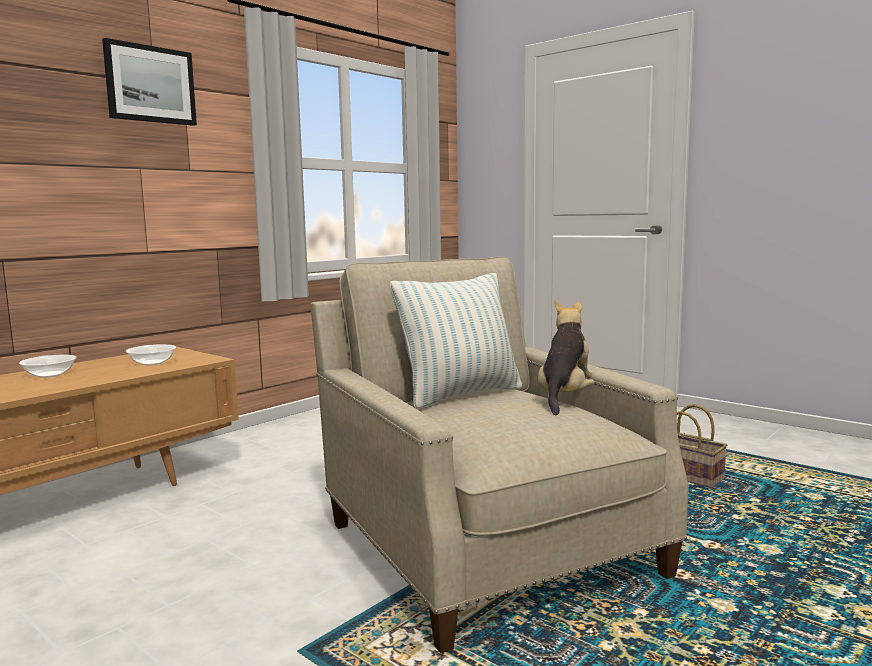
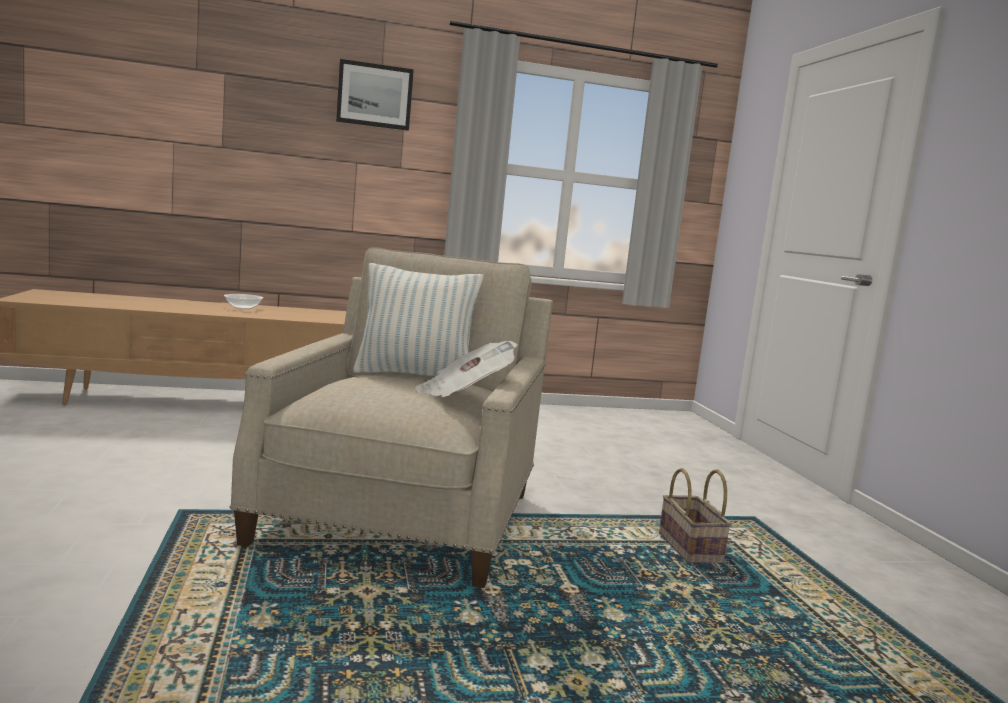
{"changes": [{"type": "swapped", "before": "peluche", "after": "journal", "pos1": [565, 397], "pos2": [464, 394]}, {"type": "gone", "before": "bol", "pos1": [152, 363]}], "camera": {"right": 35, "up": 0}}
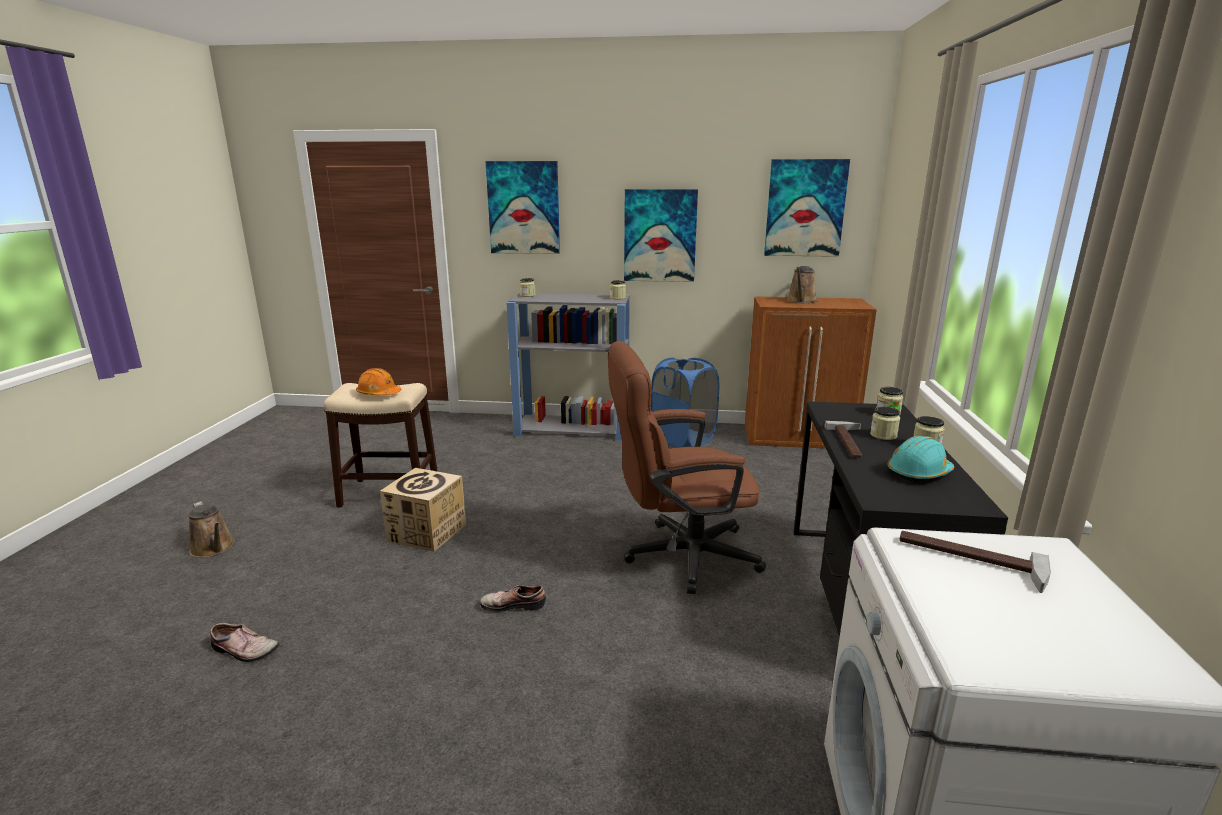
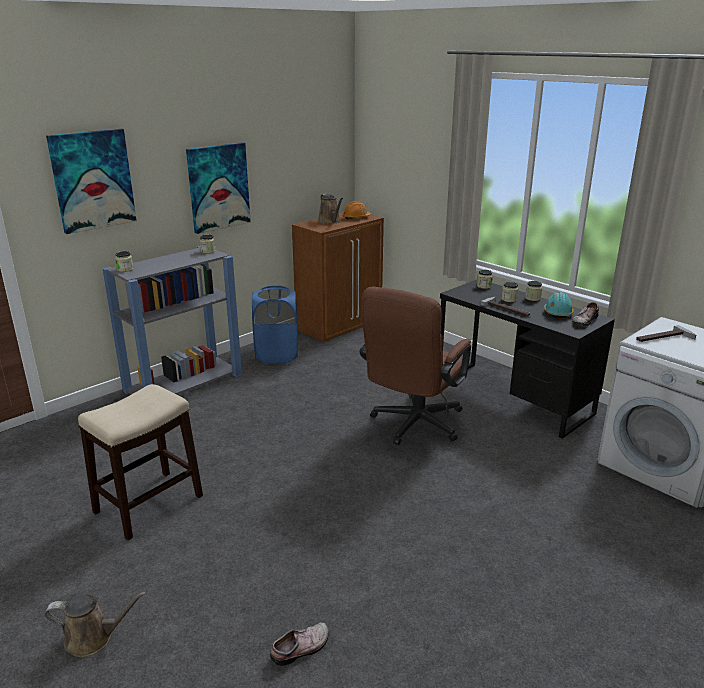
{"changes": [{"type": "gone", "before": "tableau", "pos1": [805, 208]}, {"type": "shifted", "before": "casque de chantier [orange]", "pos1": [379, 394], "pos2": [356, 217]}, {"type": "gone", "before": "carton", "pos1": [427, 532]}, {"type": "shifted", "before": "chaussure", "pos1": [513, 604], "pos2": [584, 320]}], "camera": {"right": -50, "up": 5}}
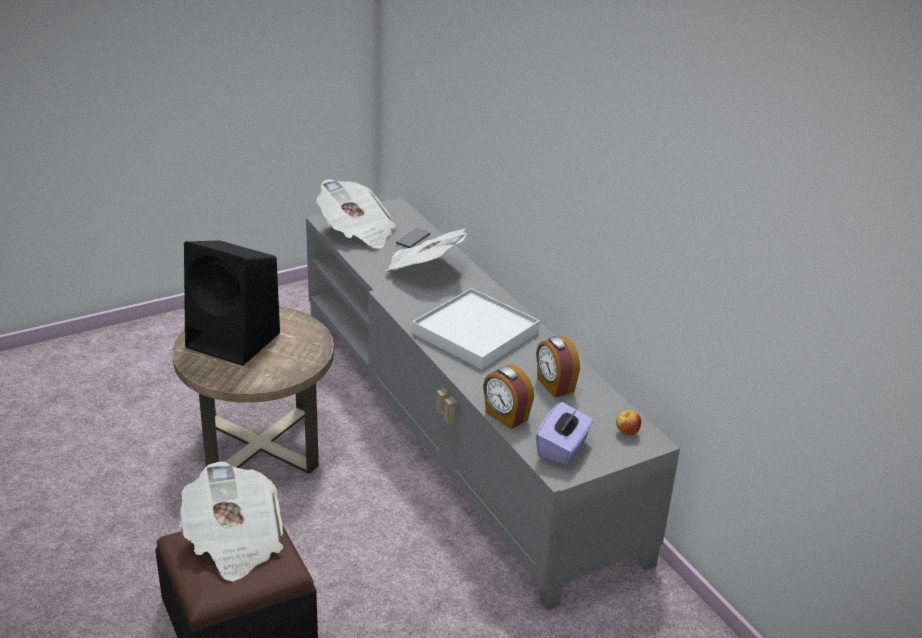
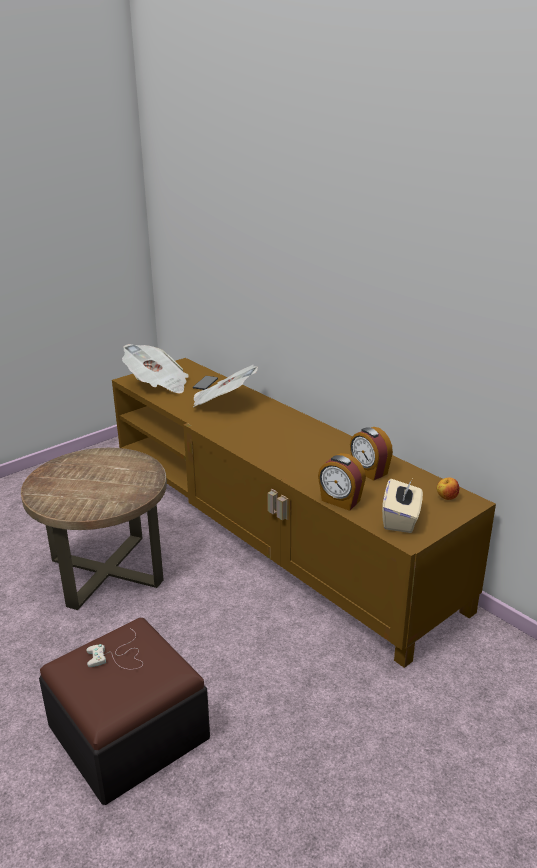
{"changes": [{"type": "repainted", "before": "meuble télé [gris]", "after": "meuble télé [marron]", "pos1": [461, 429], "pos2": [274, 531]}, {"type": "gone", "before": "enceinte [noir]", "pos1": [236, 340]}, {"type": "gone", "before": "plateau [blanc]", "pos1": [475, 333]}, {"type": "repainted", "before": "boîte à mouchoirs [violet]", "after": "boîte à mouchoirs [beige]", "pos1": [563, 449], "pos2": [401, 519]}, {"type": "swapped", "before": "journal", "after": "manette [blanc]", "pos1": [234, 542], "pos2": [118, 657]}], "camera": {"right": -10, "up": -5}}
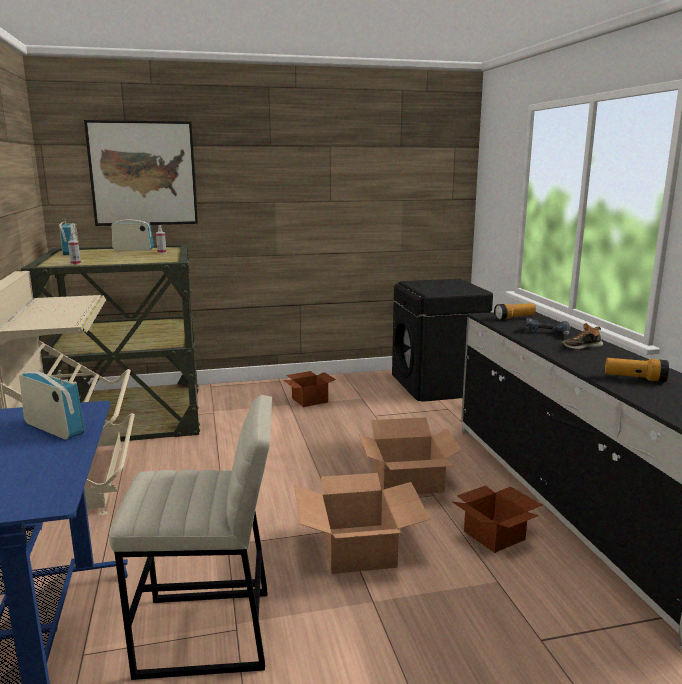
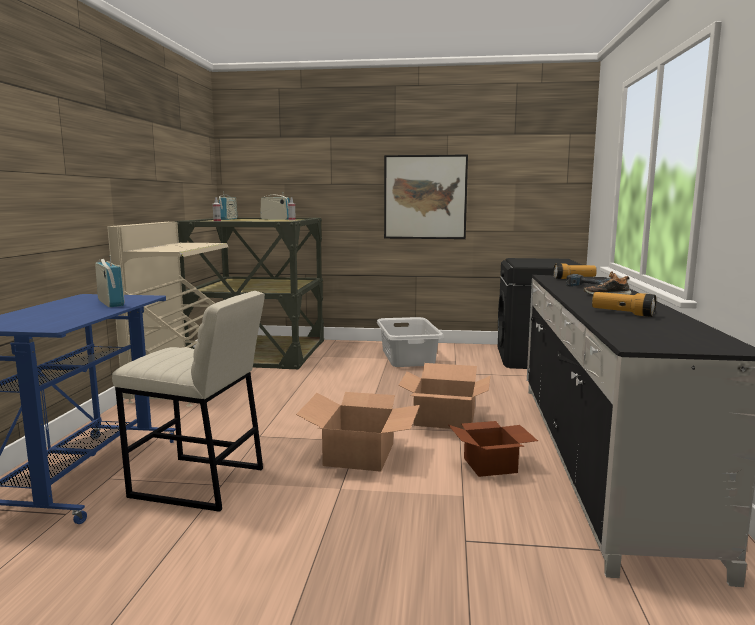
{"changes": [{"type": "shifted", "before": "tableau", "pos1": [143, 173], "pos2": [425, 197]}, {"type": "swapped", "before": "carton", "after": "panier à linge [gris]", "pos1": [310, 400], "pos2": [408, 357]}], "camera": {"right": 20, "up": -5}}
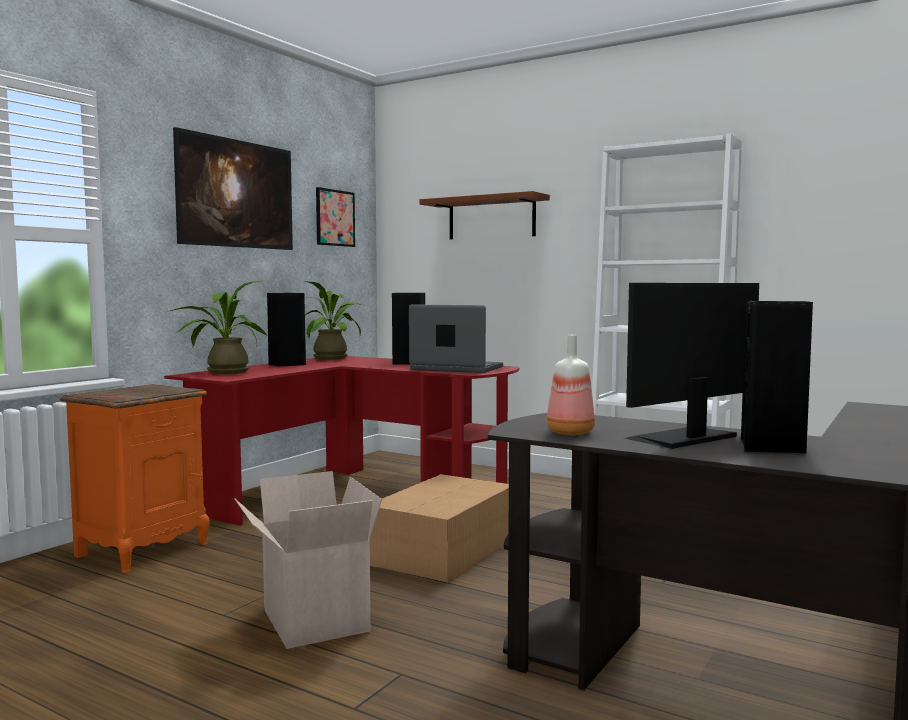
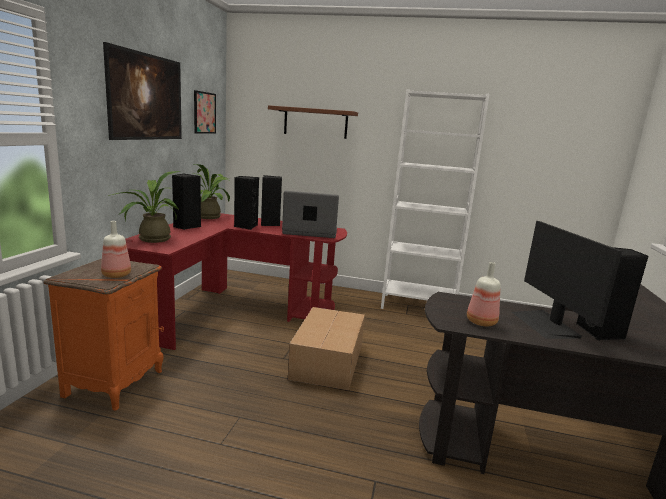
{"changes": [{"type": "rotated", "before": "écran d'ordinateur", "pos1": [682, 438], "pos2": [546, 324], "turn": -45}, {"type": "gone", "before": "carton", "pos1": [311, 620]}, {"type": "new", "after": "enceinte [noir]", "pos2": [245, 226]}, {"type": "new", "after": "bouteille", "pos2": [117, 275]}], "camera": {"right": -20, "up": 10}}
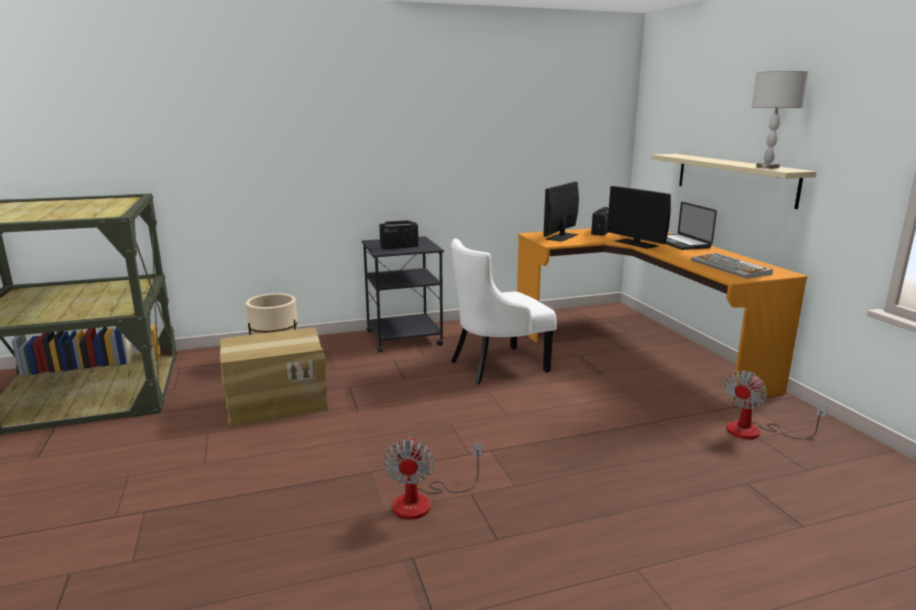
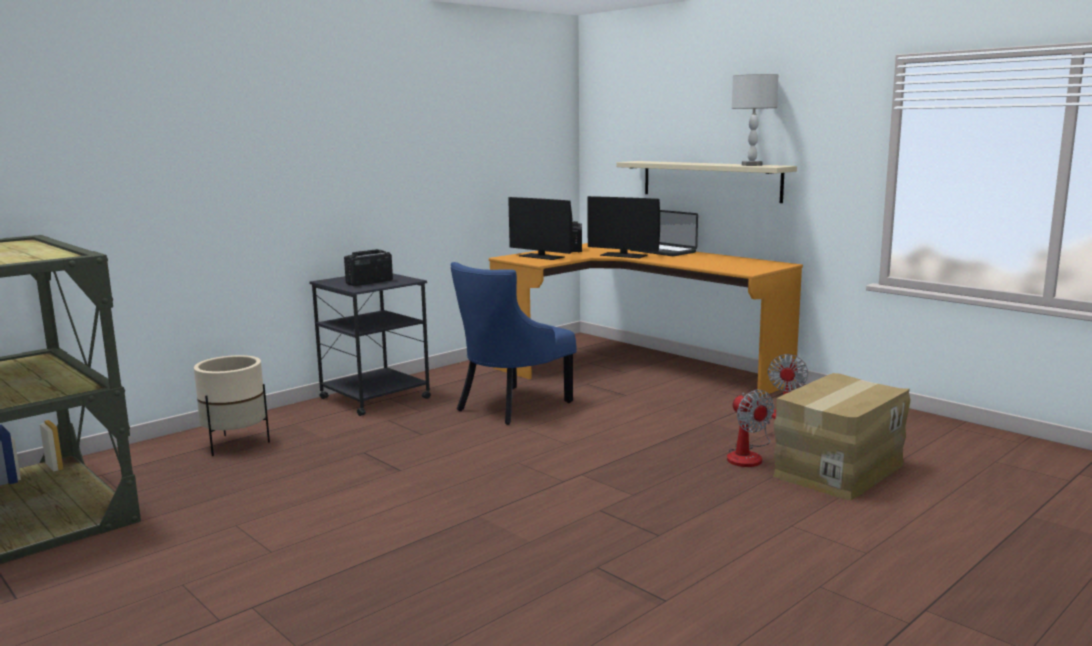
{"changes": [{"type": "rotated", "before": "écran d'ordinateur", "pos1": [562, 237], "pos2": [541, 256], "turn": -60}, {"type": "repainted", "before": "chaise [blanc]", "after": "chaise [bleu]", "pos1": [499, 365], "pos2": [513, 405]}, {"type": "gone", "before": "clavier", "pos1": [730, 267]}, {"type": "shifted", "before": "carton", "pos1": [277, 402], "pos2": [837, 470]}, {"type": "shifted", "before": "ventilateur", "pos1": [424, 501], "pos2": [747, 455]}], "camera": {"right": -25, "up": -5}}
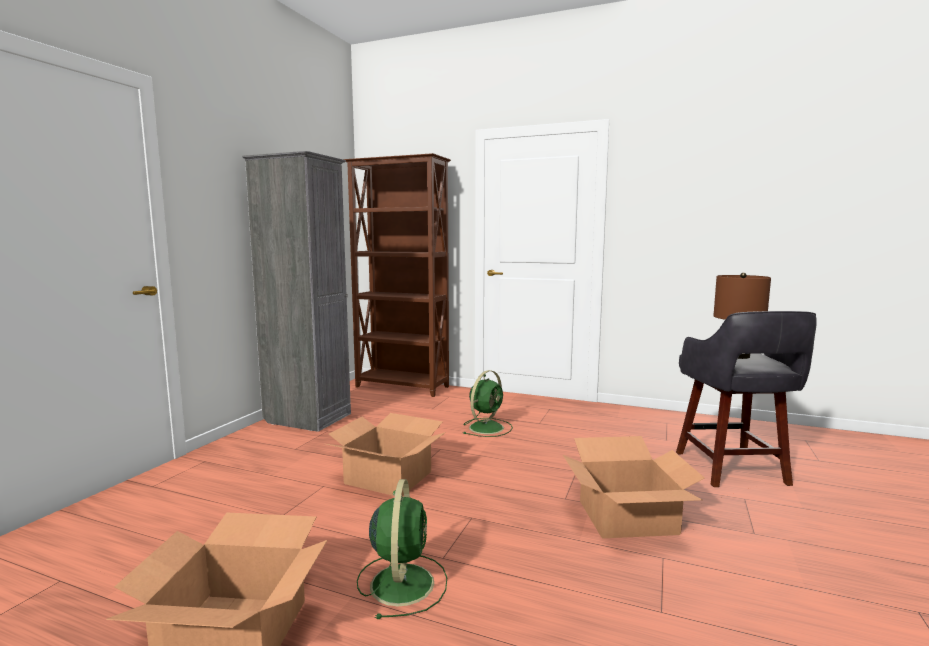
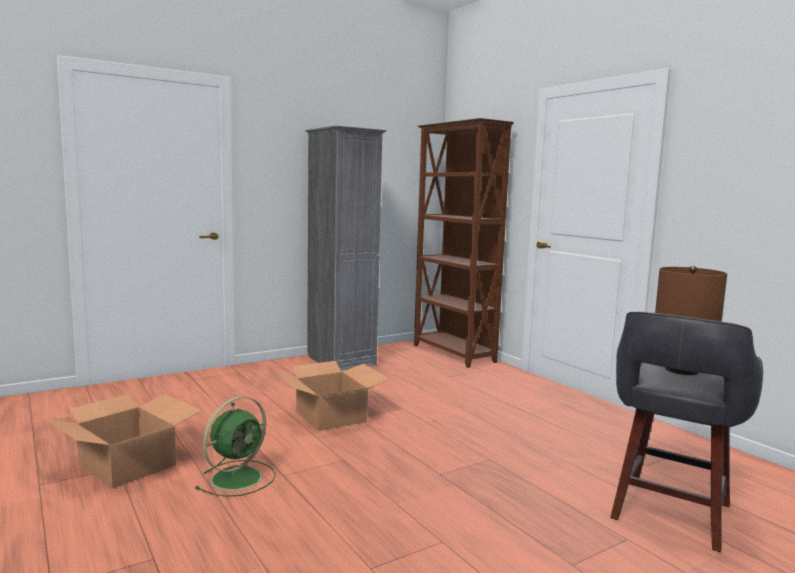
{"changes": [{"type": "gone", "before": "ventilateur [vert]", "pos1": [487, 427]}, {"type": "gone", "before": "carton", "pos1": [628, 518]}], "camera": {"right": 35, "up": 0}}
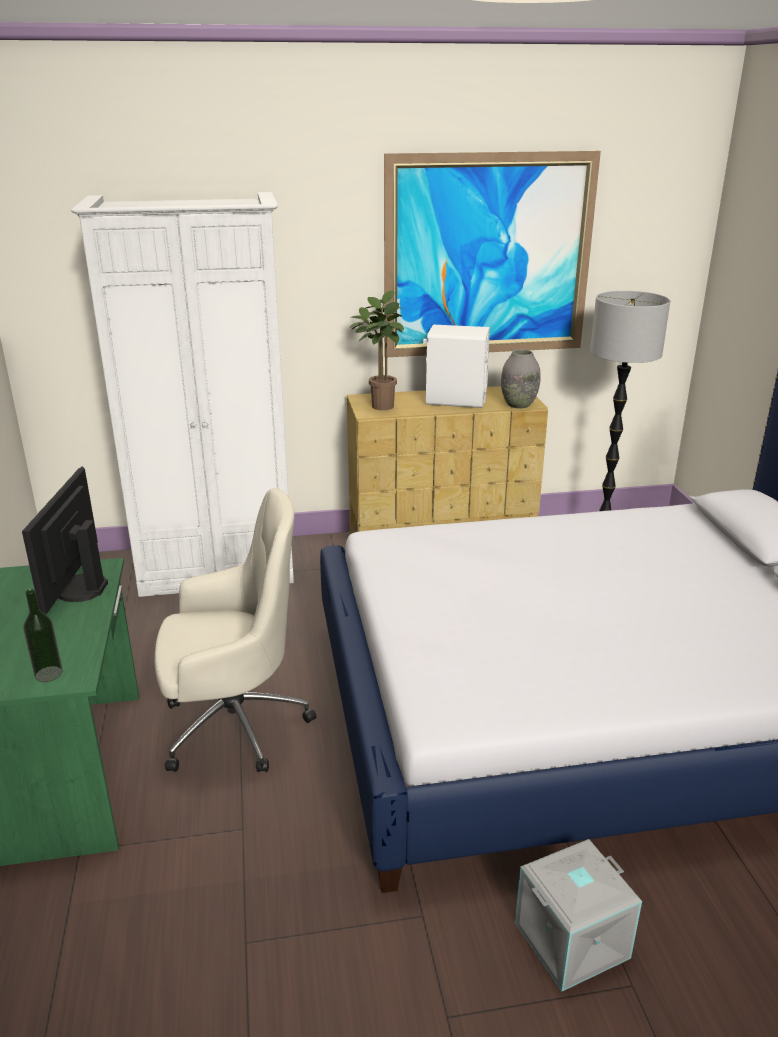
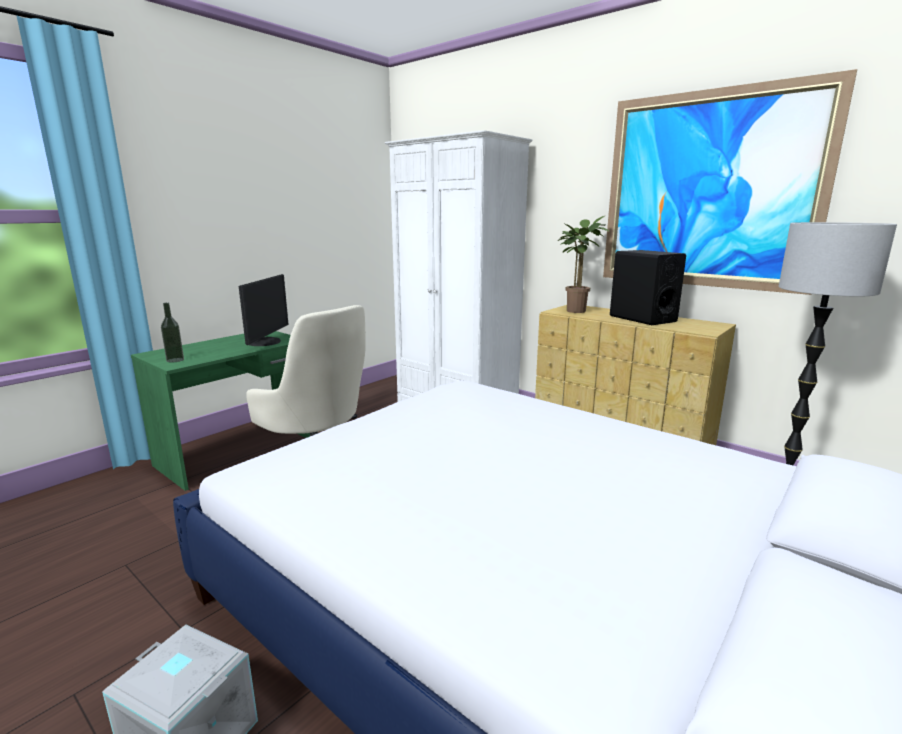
{"changes": [{"type": "repainted", "before": "enceinte [blanc]", "after": "enceinte [noir]", "pos1": [455, 400], "pos2": [642, 318]}, {"type": "gone", "before": "vase [gris]", "pos1": [518, 405]}, {"type": "rotated", "before": "écran d'ordinateur", "pos1": [79, 588], "pos2": [266, 342], "turn": 135}], "camera": {"right": 50, "up": -10}}
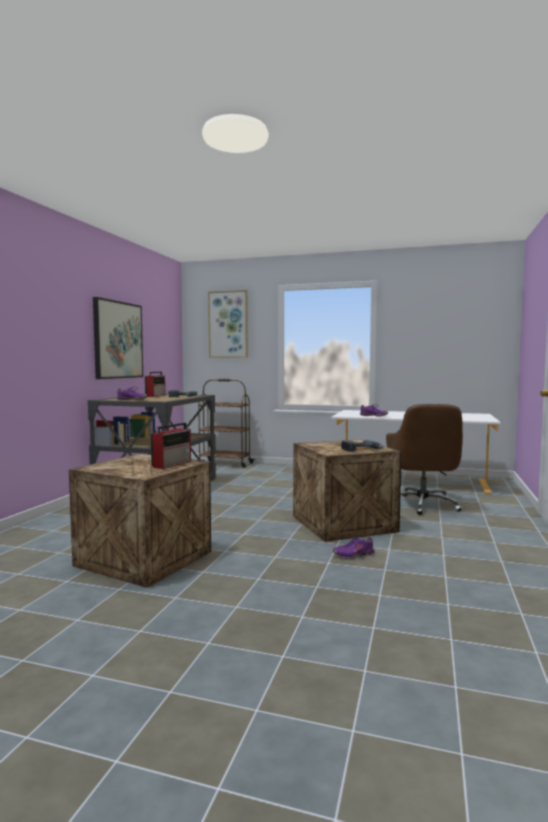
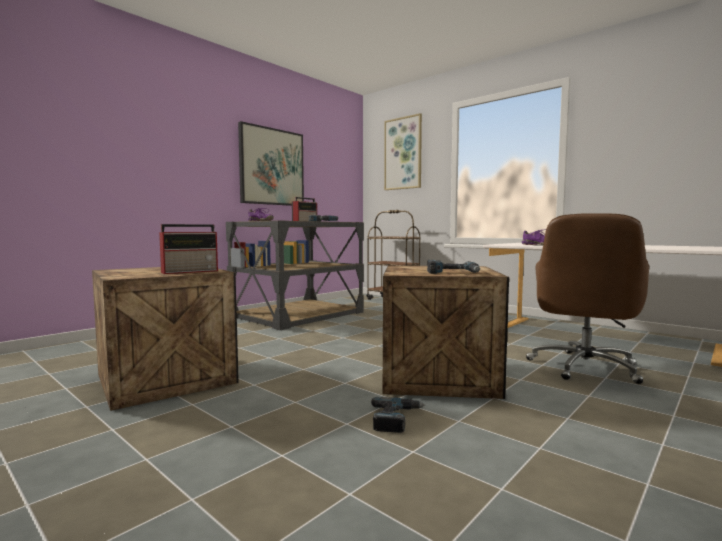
{"changes": [{"type": "swapped", "before": "chaussure [violet]", "after": "perceuse", "pos1": [353, 555], "pos2": [396, 419]}], "camera": {"right": 25, "up": 0}}
